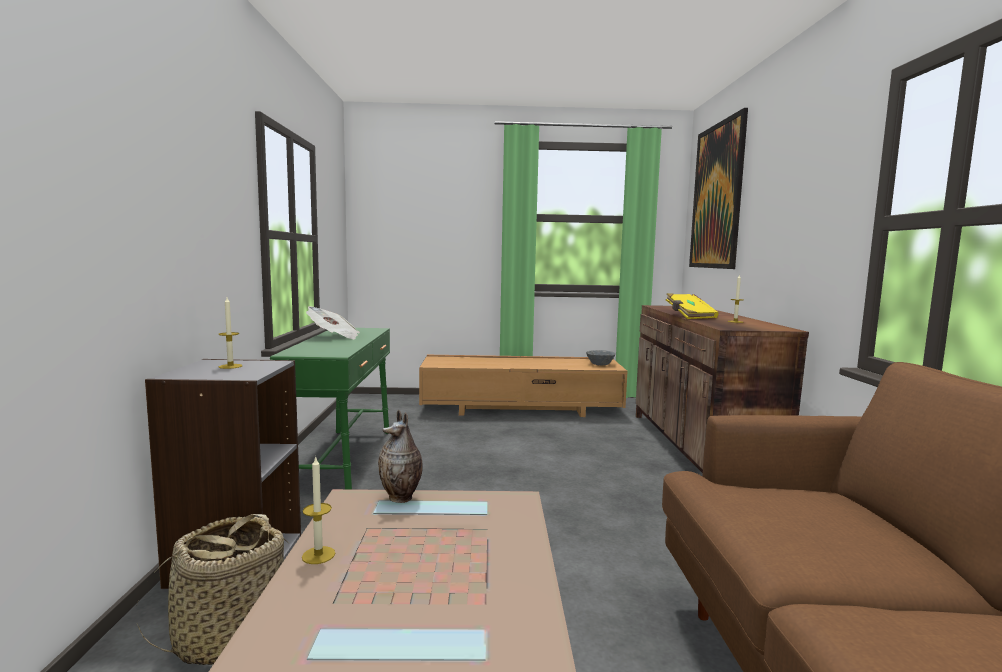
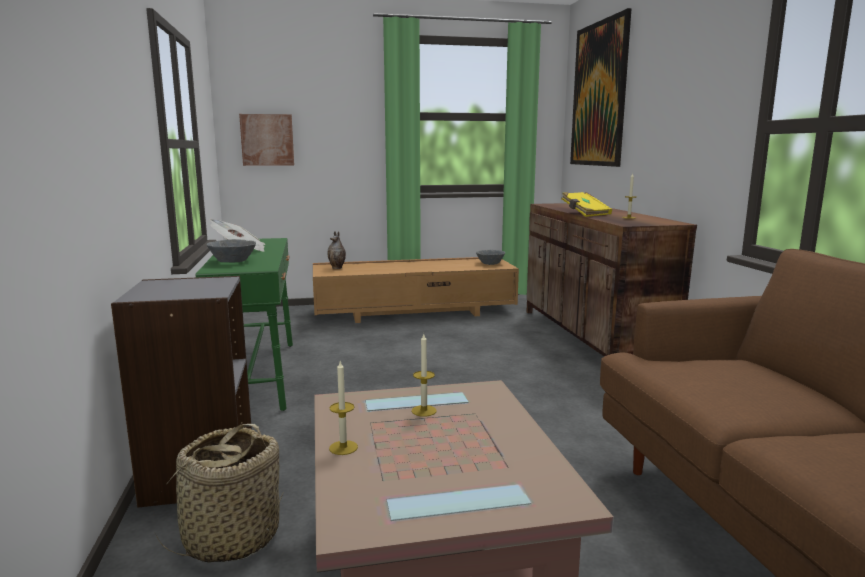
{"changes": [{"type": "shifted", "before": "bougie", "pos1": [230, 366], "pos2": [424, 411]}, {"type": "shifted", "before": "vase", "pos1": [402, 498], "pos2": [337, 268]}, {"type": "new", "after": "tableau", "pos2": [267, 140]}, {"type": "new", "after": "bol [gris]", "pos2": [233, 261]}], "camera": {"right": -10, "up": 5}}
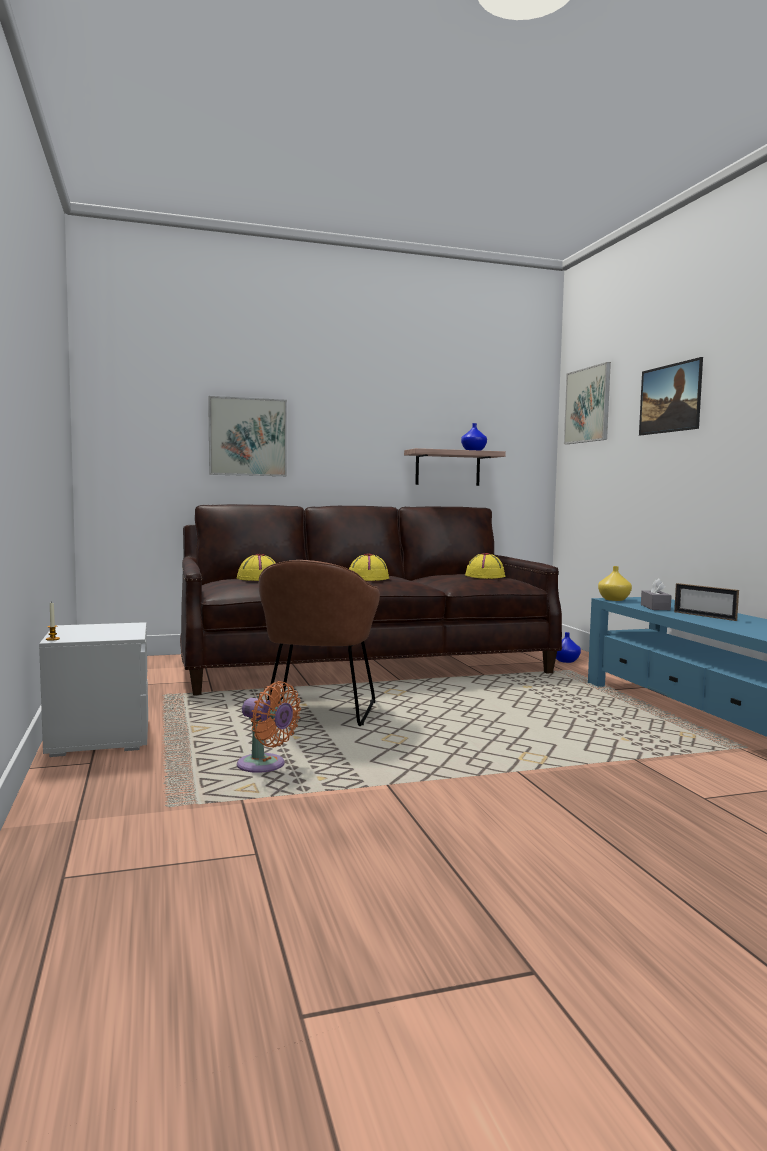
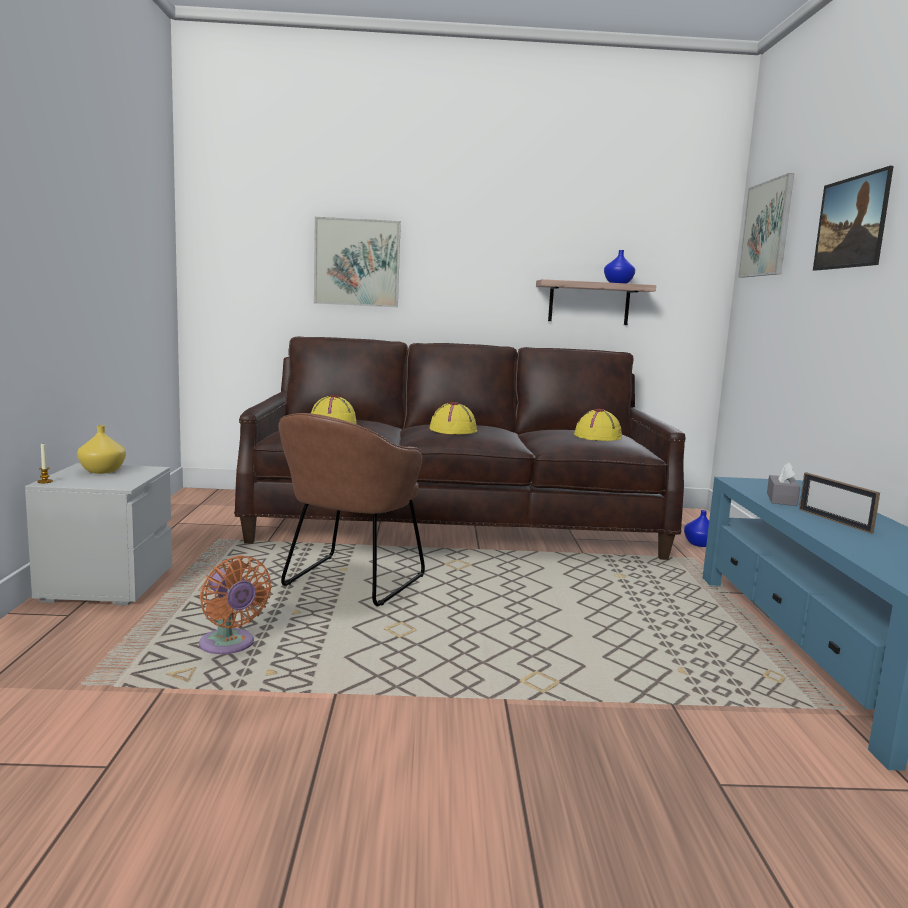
{"changes": [{"type": "shifted", "before": "vase [jaune]", "pos1": [614, 599], "pos2": [101, 471]}], "camera": {"right": 15, "up": 5}}
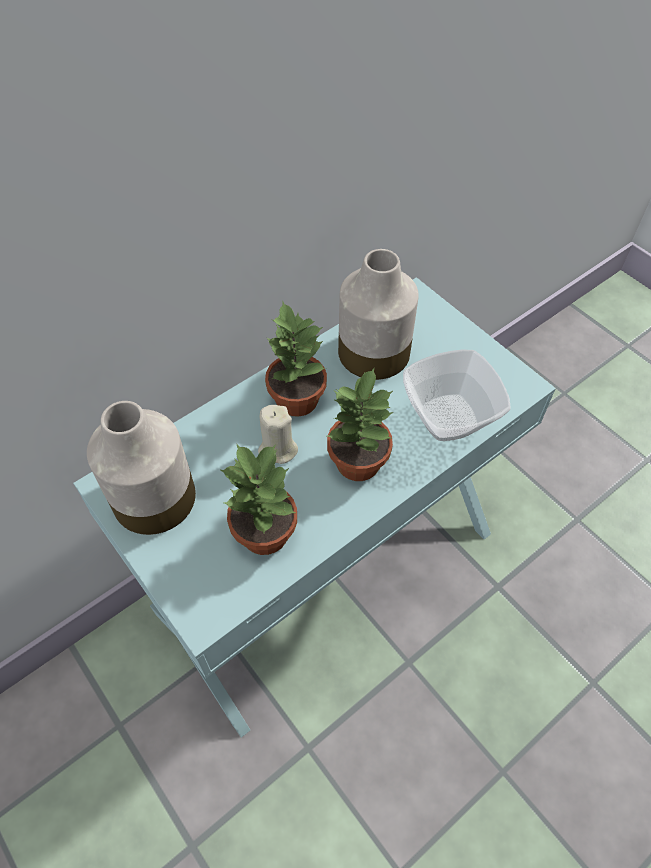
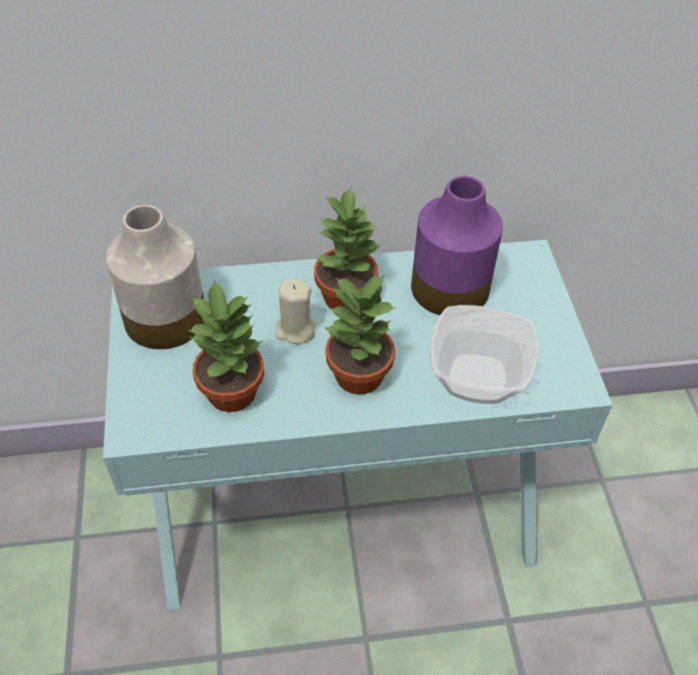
{"changes": [{"type": "repainted", "before": "vase [beige]", "after": "vase [violet]", "pos1": [373, 351], "pos2": [449, 287]}], "camera": {"right": 30, "up": -5}}
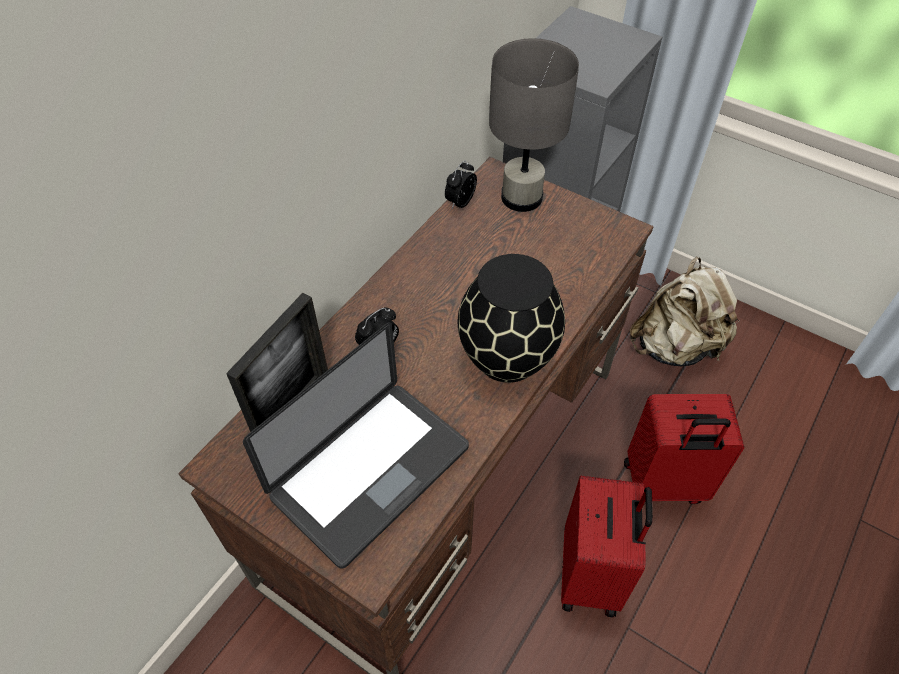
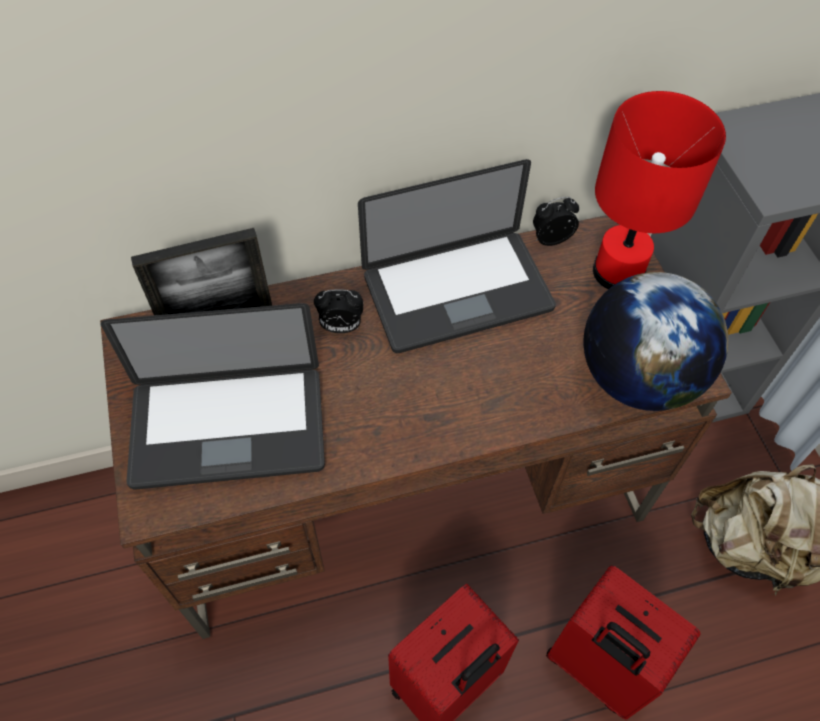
{"changes": [{"type": "repainted", "before": "lampe de table [gris]", "after": "lampe de table [rouge]", "pos1": [522, 198], "pos2": [618, 273]}, {"type": "gone", "before": "vase [noir]", "pos1": [505, 357]}, {"type": "new", "after": "ordinateur portable", "pos2": [457, 293]}, {"type": "new", "after": "globe", "pos2": [637, 377]}], "camera": {"right": 40, "up": 5}}
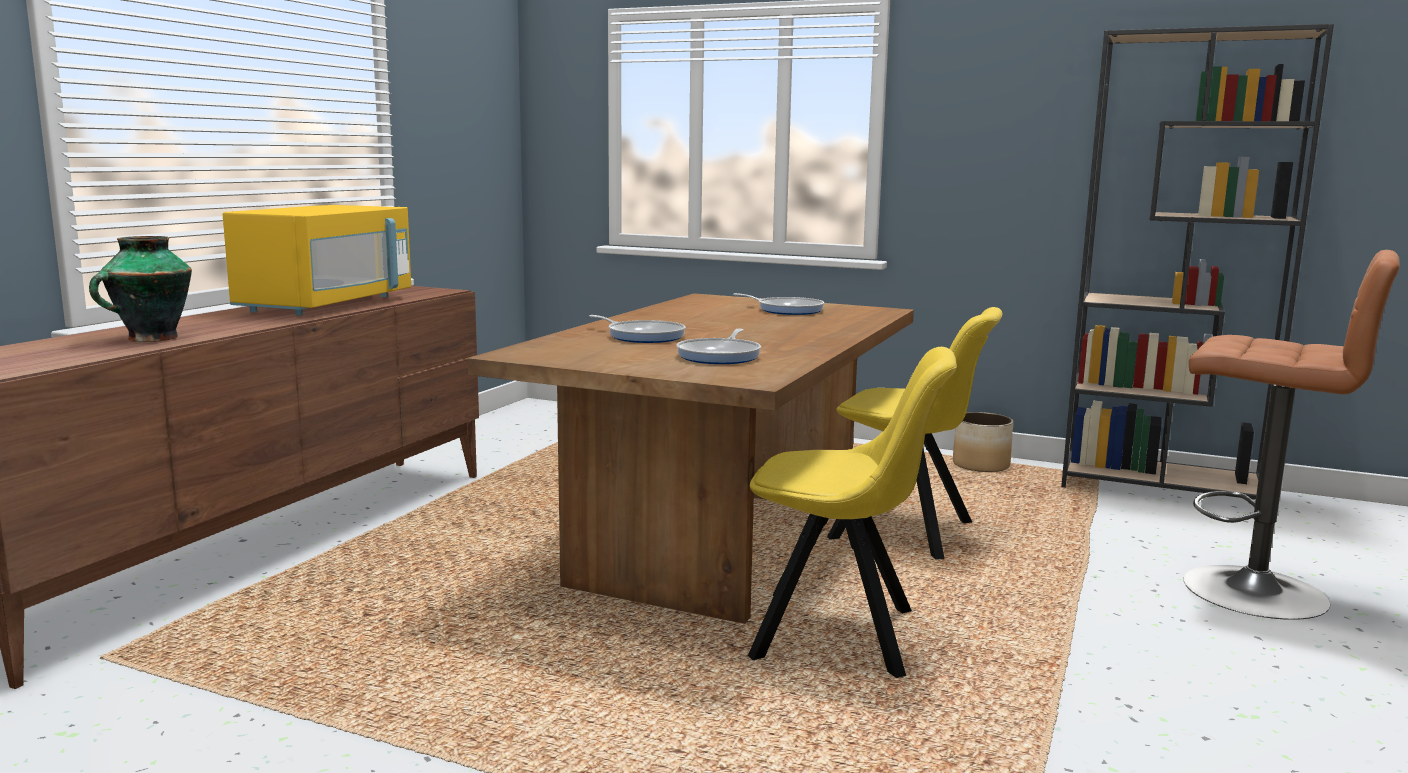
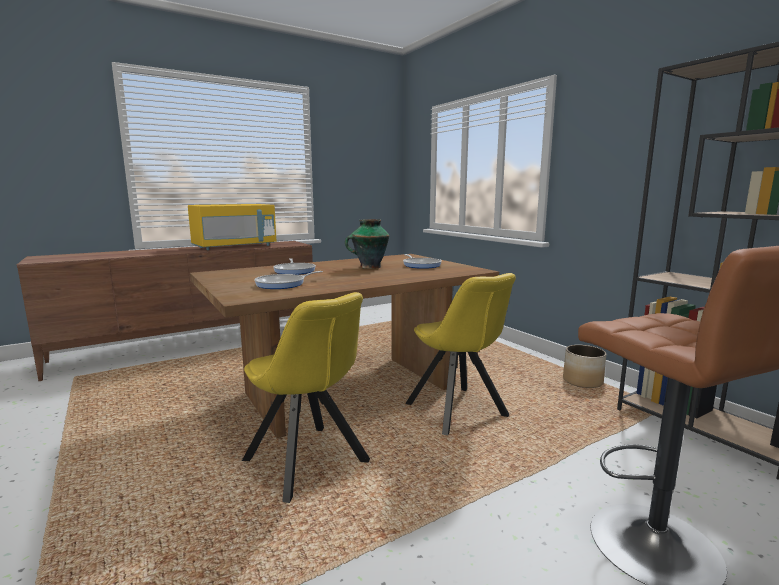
{"changes": [{"type": "shifted", "before": "vase", "pos1": [150, 339], "pos2": [369, 267]}], "camera": {"right": 35, "up": 0}}
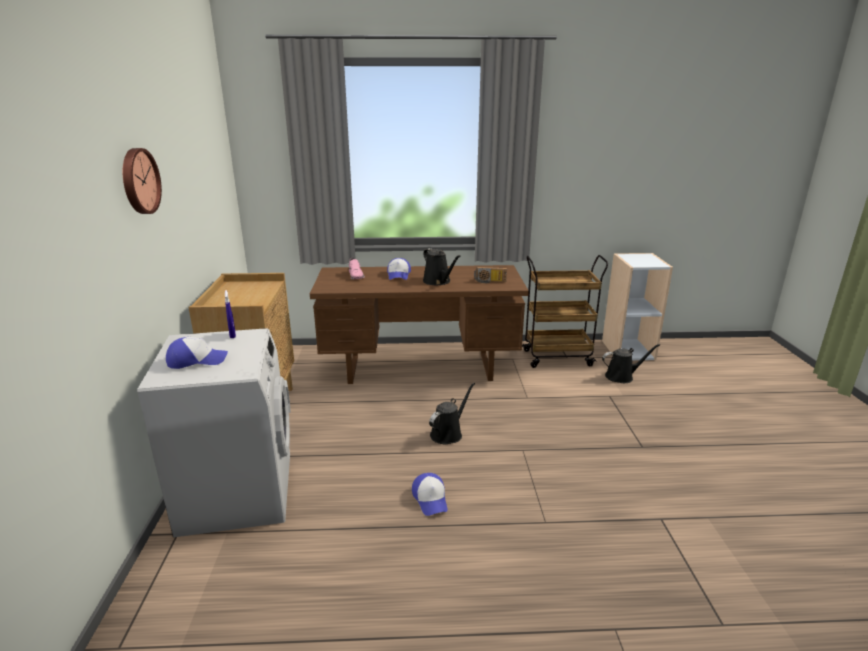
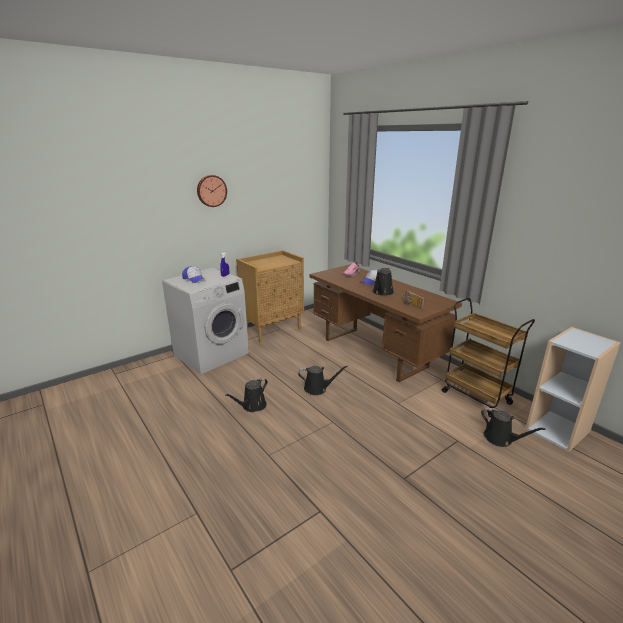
{"changes": [{"type": "swapped", "before": "casquette", "after": "arrosoir [noir]", "pos1": [430, 499], "pos2": [252, 406]}], "camera": {"right": 55, "up": 0}}
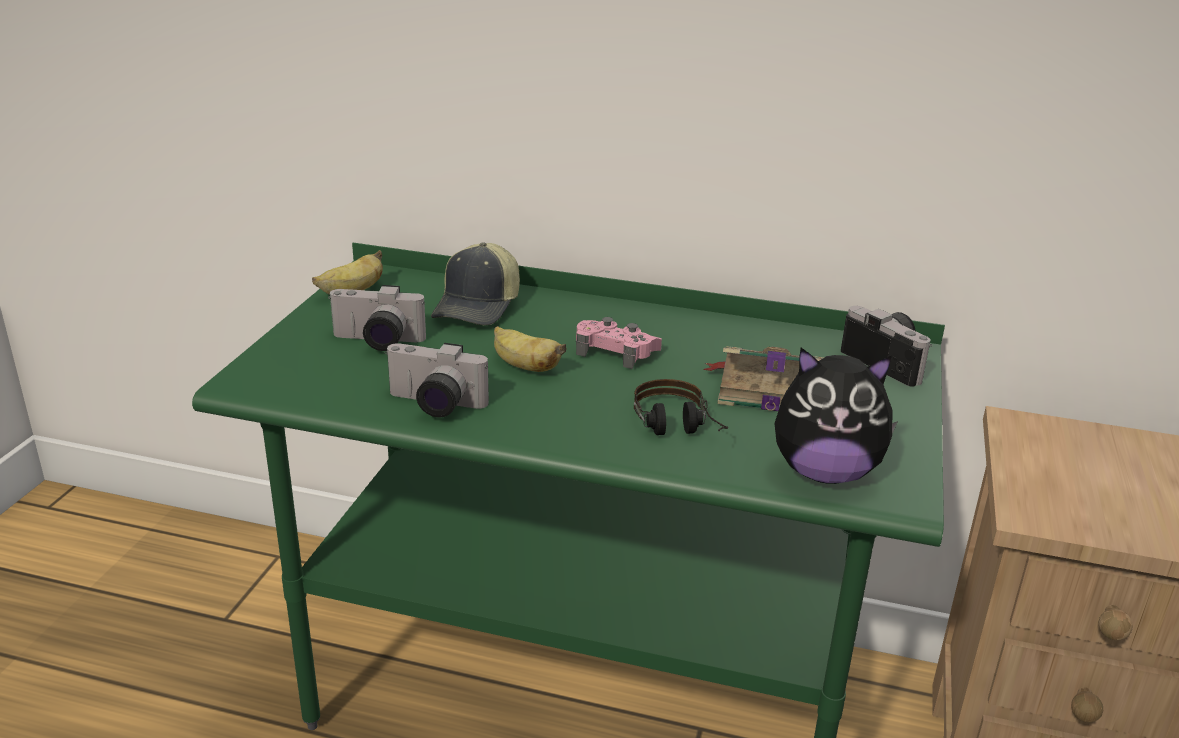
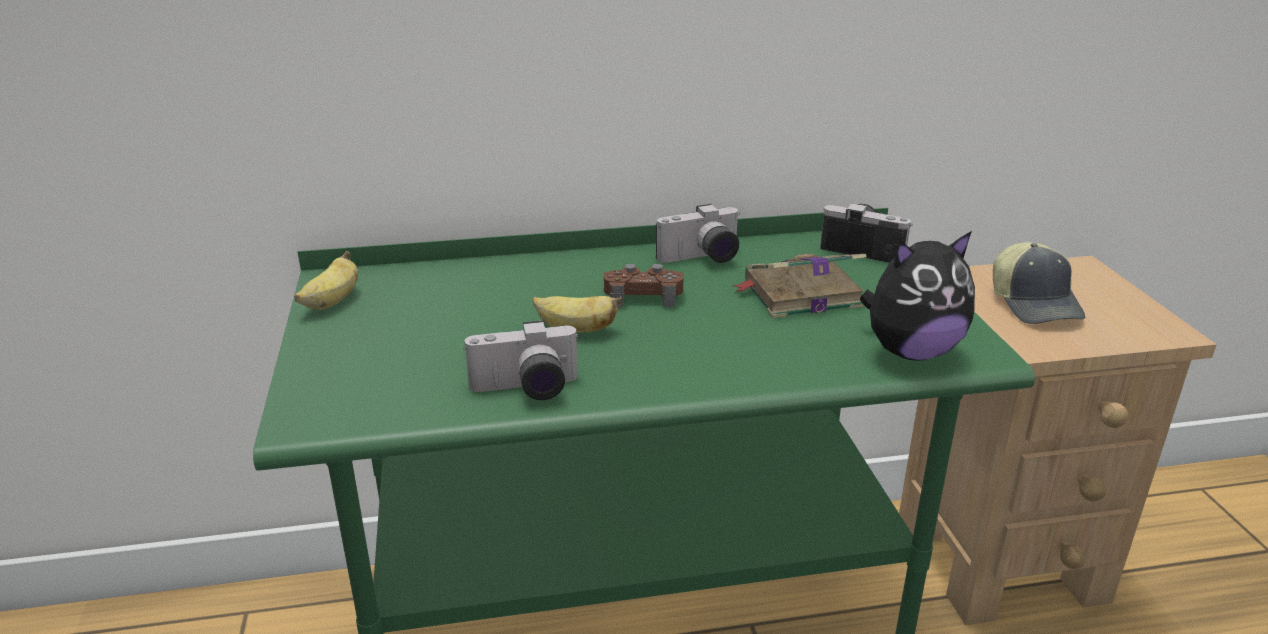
{"changes": [{"type": "shifted", "before": "casquette", "pos1": [479, 306], "pos2": [1035, 303]}, {"type": "shifted", "before": "appareil photo", "pos1": [376, 342], "pos2": [702, 259]}, {"type": "repainted", "before": "manette [rose]", "after": "manette [marron]", "pos1": [616, 351], "pos2": [643, 295]}, {"type": "gone", "before": "casque audio", "pos1": [678, 430]}], "camera": {"right": -25, "up": 0}}
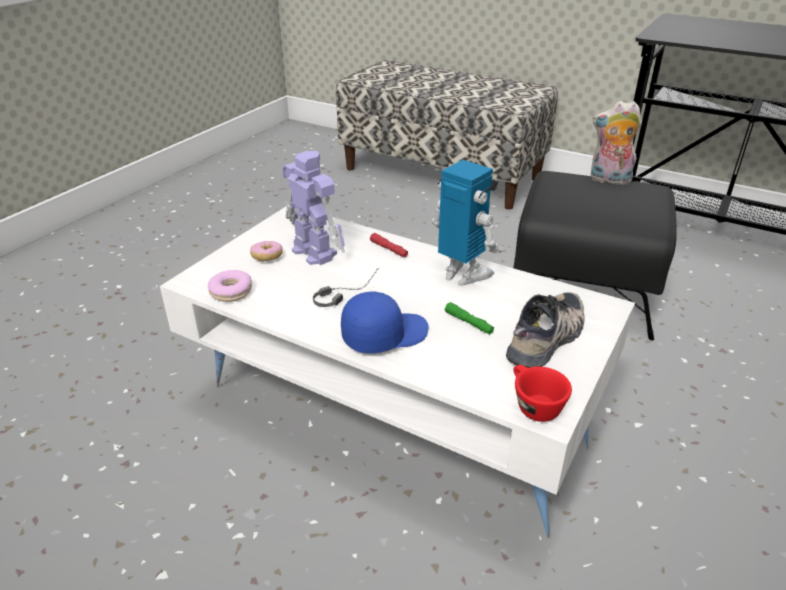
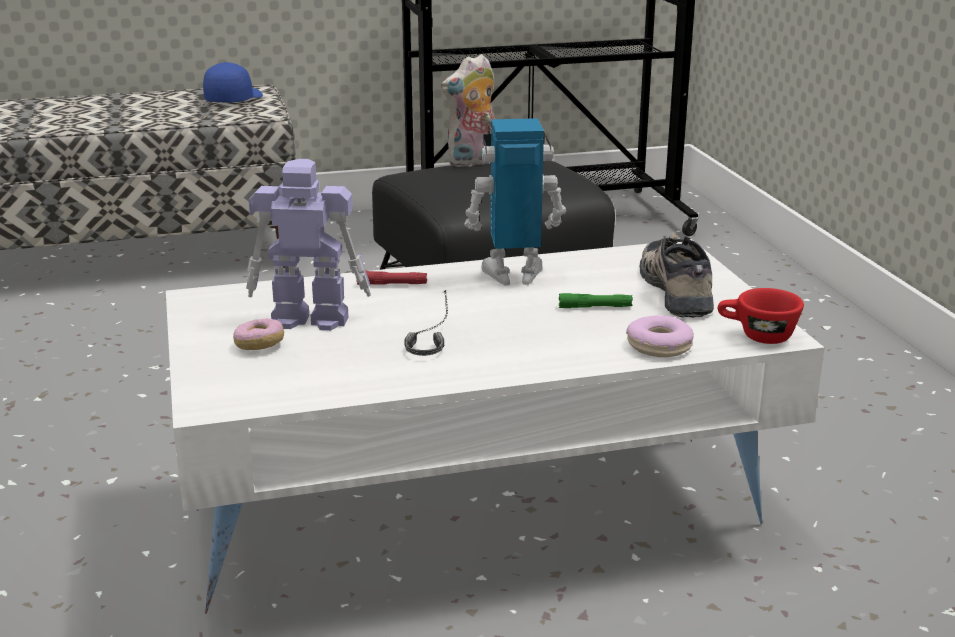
{"changes": [{"type": "shifted", "before": "beignet", "pos1": [231, 291], "pos2": [659, 346]}, {"type": "shifted", "before": "casquette [bleu]", "pos1": [384, 334], "pos2": [233, 99]}], "camera": {"right": -45, "up": -10}}
